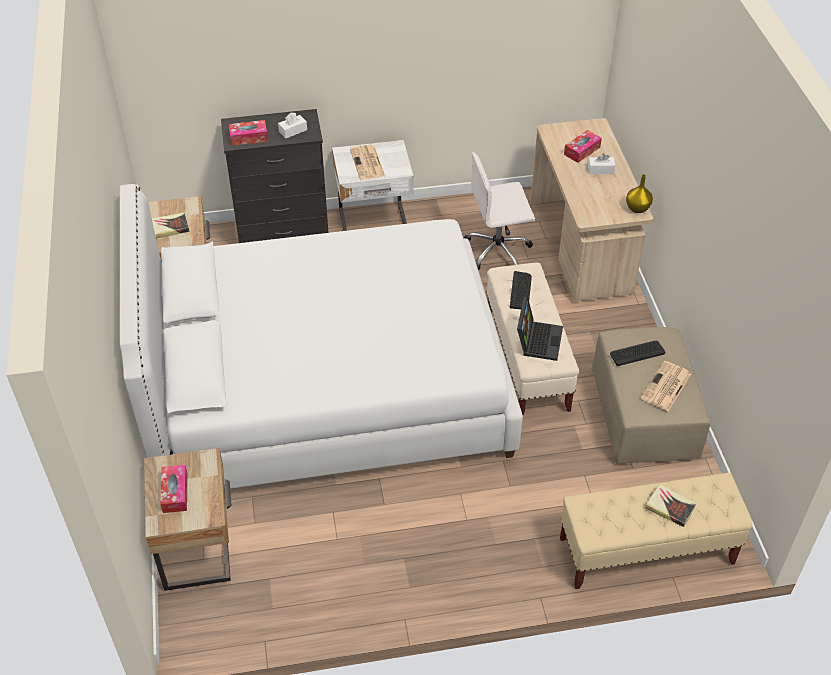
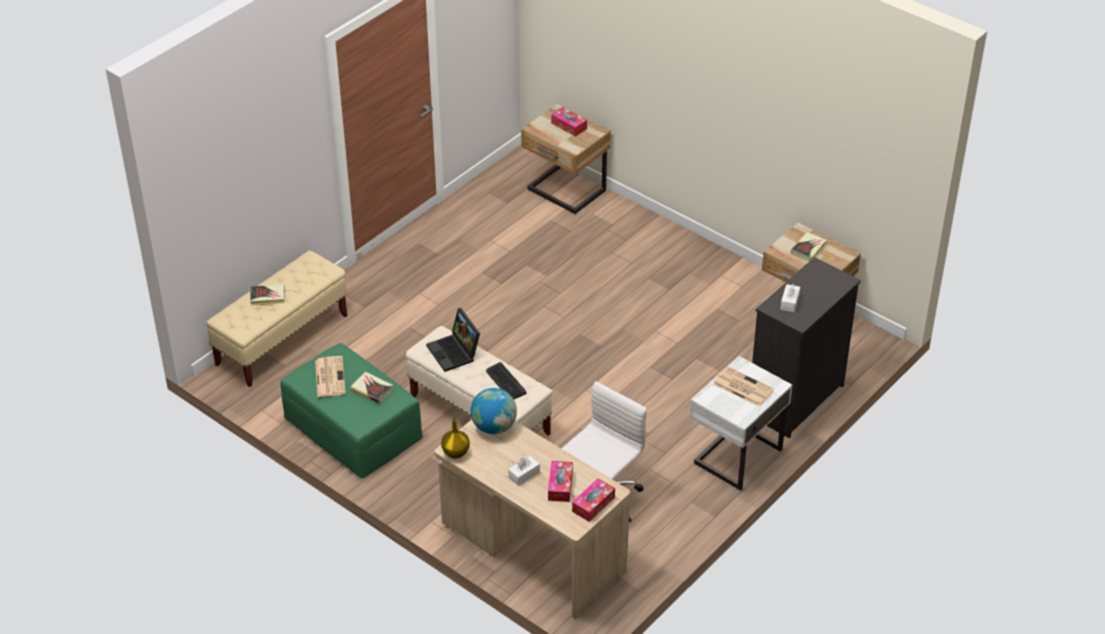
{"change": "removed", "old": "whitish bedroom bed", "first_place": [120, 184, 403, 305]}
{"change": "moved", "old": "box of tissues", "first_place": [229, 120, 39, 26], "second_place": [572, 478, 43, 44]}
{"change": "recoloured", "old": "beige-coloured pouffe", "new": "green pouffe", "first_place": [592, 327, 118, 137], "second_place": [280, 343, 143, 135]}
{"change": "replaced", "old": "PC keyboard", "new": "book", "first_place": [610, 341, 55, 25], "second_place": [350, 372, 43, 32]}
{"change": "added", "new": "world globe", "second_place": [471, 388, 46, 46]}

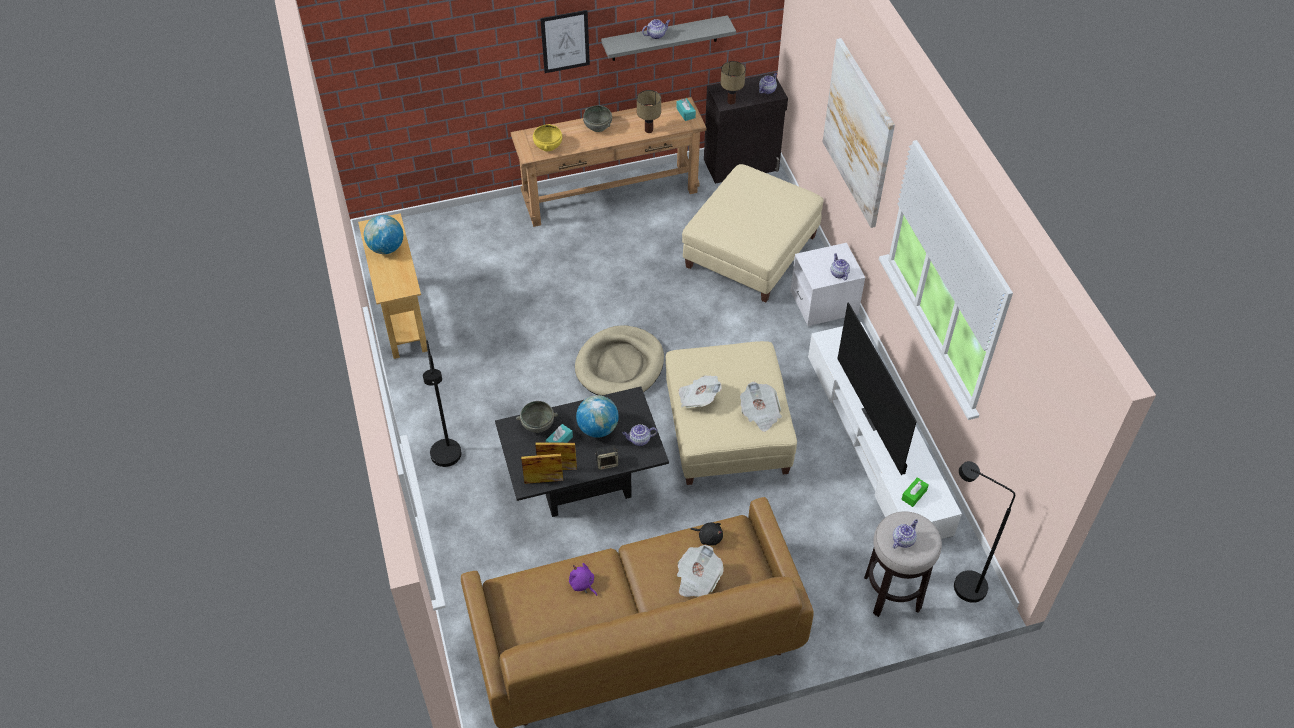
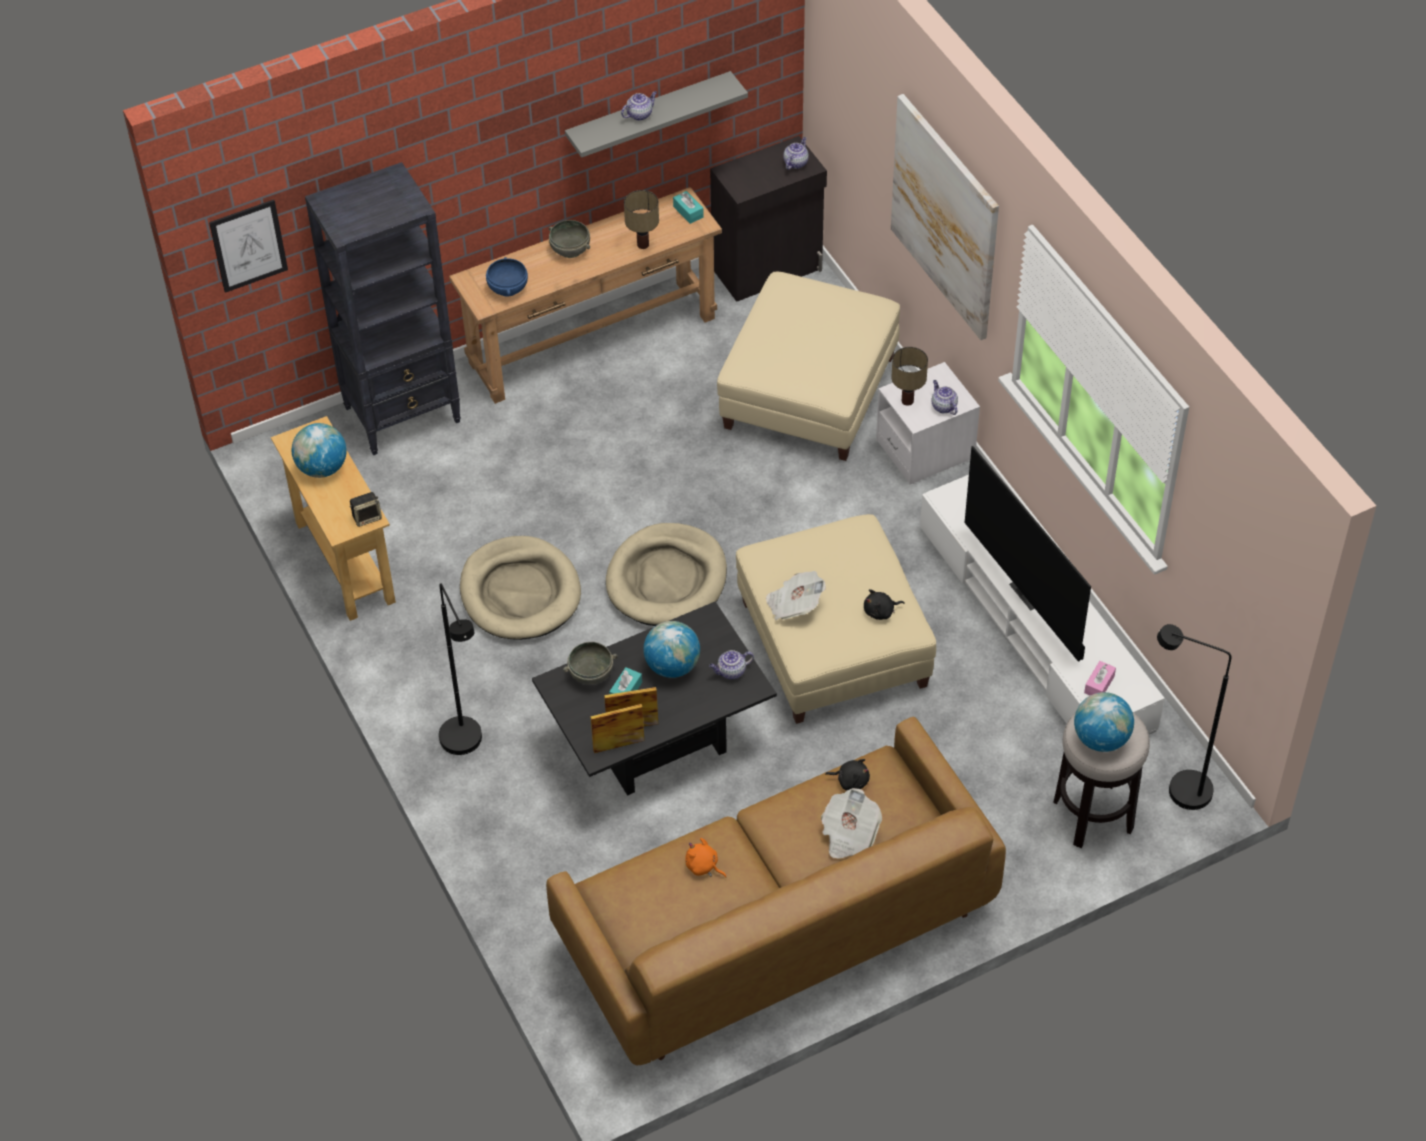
{"change": "recoloured", "old": "yellow-coloured deep dish", "new": "bluish deep dish", "first_place": [533, 124, 29, 27], "second_place": [486, 257, 42, 40]}
{"change": "moved", "old": "wall art", "first_place": [540, 10, 50, 63], "second_place": [209, 200, 79, 93]}
{"change": "recoloured", "old": "purple-coloured plush toy", "new": "orange-coloured plush toy", "first_place": [569, 563, 28, 33], "second_place": [685, 838, 41, 40]}
{"change": "moved", "old": "speaker", "first_place": [595, 445, 23, 25], "second_place": [350, 492, 32, 35]}
{"change": "moved", "old": "tabletop lamp", "first_place": [721, 61, 25, 43], "second_place": [891, 347, 37, 59]}
{"change": "replaced", "old": "daily paper", "new": "blackish plush toy", "first_place": [740, 382, 42, 50], "second_place": [864, 589, 41, 31]}
{"change": "replaced", "old": "teapot", "new": "world globe", "first_place": [893, 519, 25, 30], "second_place": [1074, 692, 60, 60]}
{"change": "recoloured", "old": "green box of tissues", "new": "pinkish box of tissues", "first_place": [901, 477, 28, 30], "second_place": [1084, 661, 32, 34]}
{"change": "added", "new": "blackish shelving unit", "second_place": [305, 162, 156, 293]}
{"change": "added", "new": "beige-coloured pet bed", "second_place": [460, 536, 121, 104]}

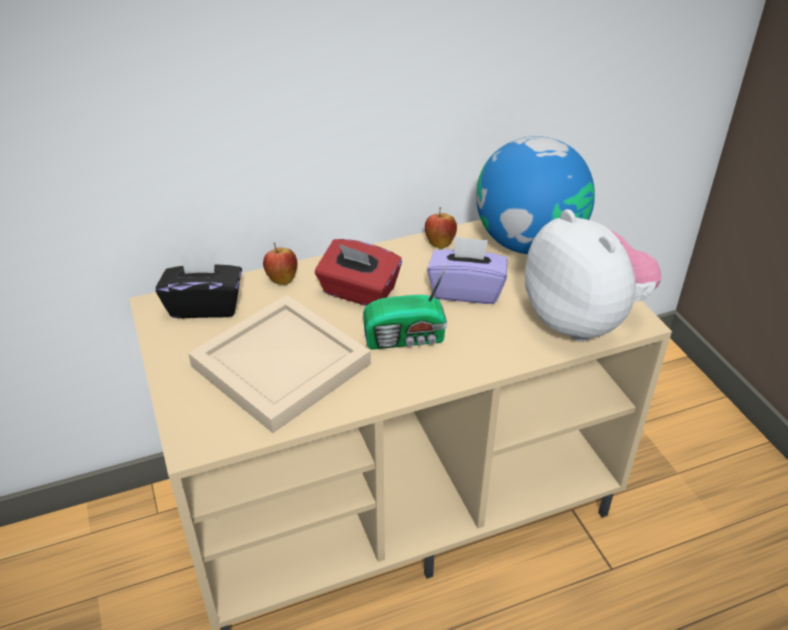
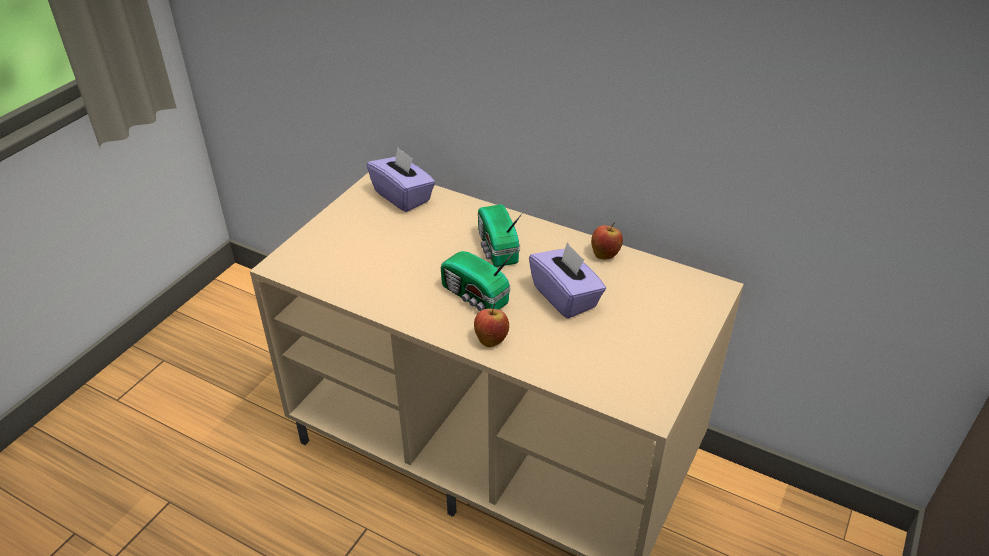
{"change": "recoloured", "old": "blackish box of tissues", "new": "purple-coloured box of tissues", "first_place": [155, 252, 87, 66], "second_place": [367, 148, 69, 64]}
{"change": "removed", "old": "beige-coloured serving tray", "first_place": [188, 295, 183, 138]}
{"change": "moved", "old": "apple", "first_place": [263, 243, 35, 42], "second_place": [474, 304, 35, 43]}
{"change": "replaced", "old": "red-coloured box of tissues", "new": "radio set", "first_place": [315, 239, 87, 67], "second_place": [478, 204, 44, 63]}
{"change": "removed", "old": "world globe", "first_place": [476, 136, 119, 118]}
{"change": "removed", "old": "plush toy", "first_place": [525, 209, 136, 133]}

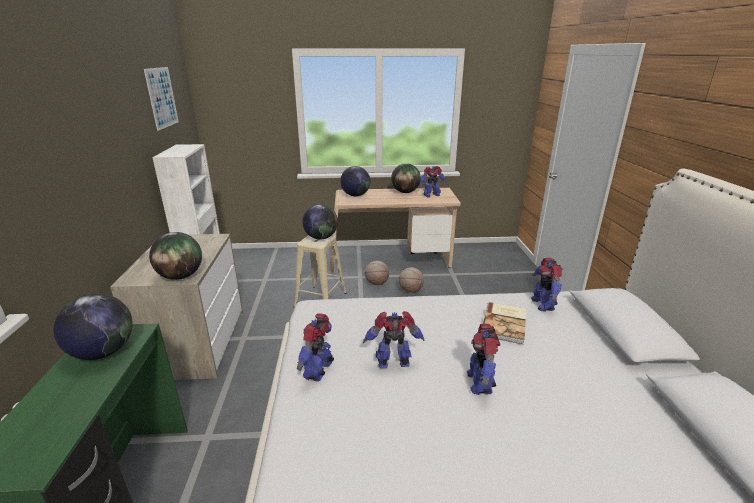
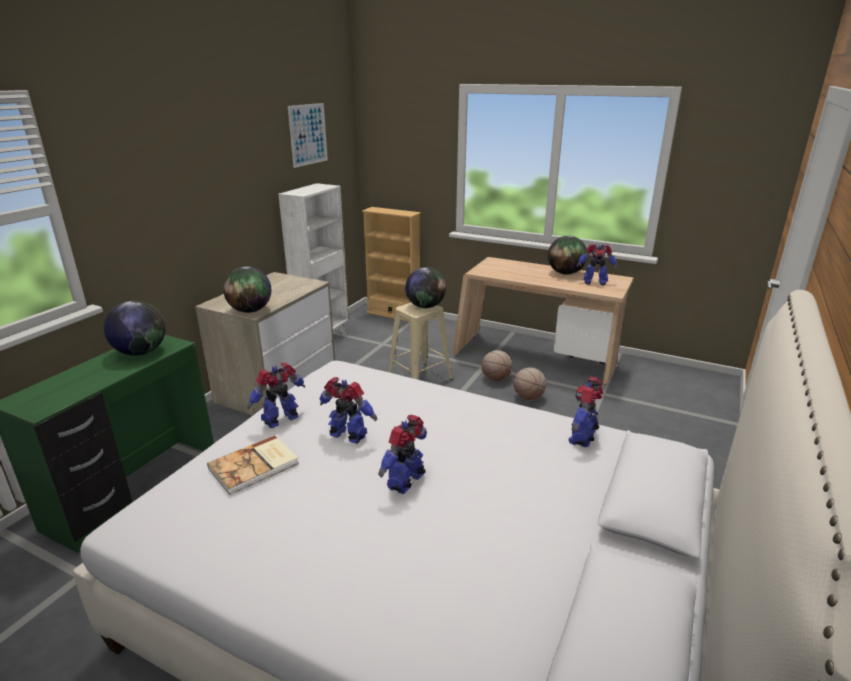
{"change": "removed", "old": "world globe", "first_place": [340, 166, 30, 30]}
{"change": "moved", "old": "book", "first_place": [483, 302, 43, 43], "second_place": [207, 435, 92, 60]}
{"change": "added", "new": "beige-coloured shelving unit", "second_place": [362, 207, 59, 115]}

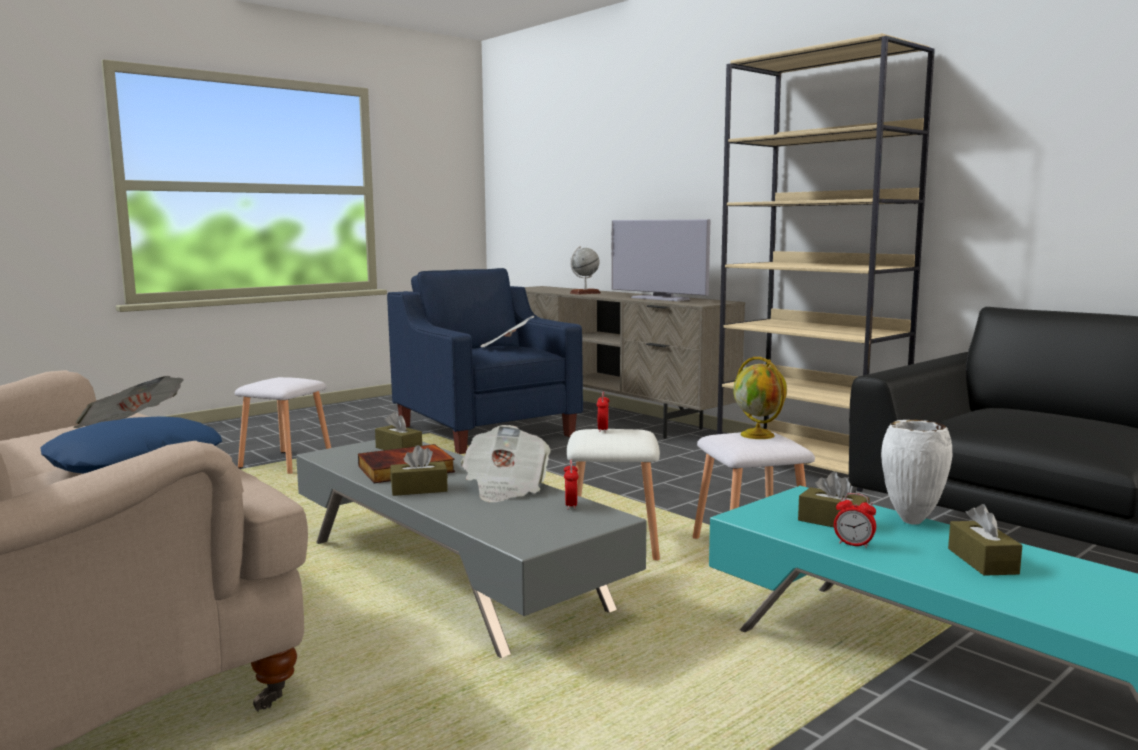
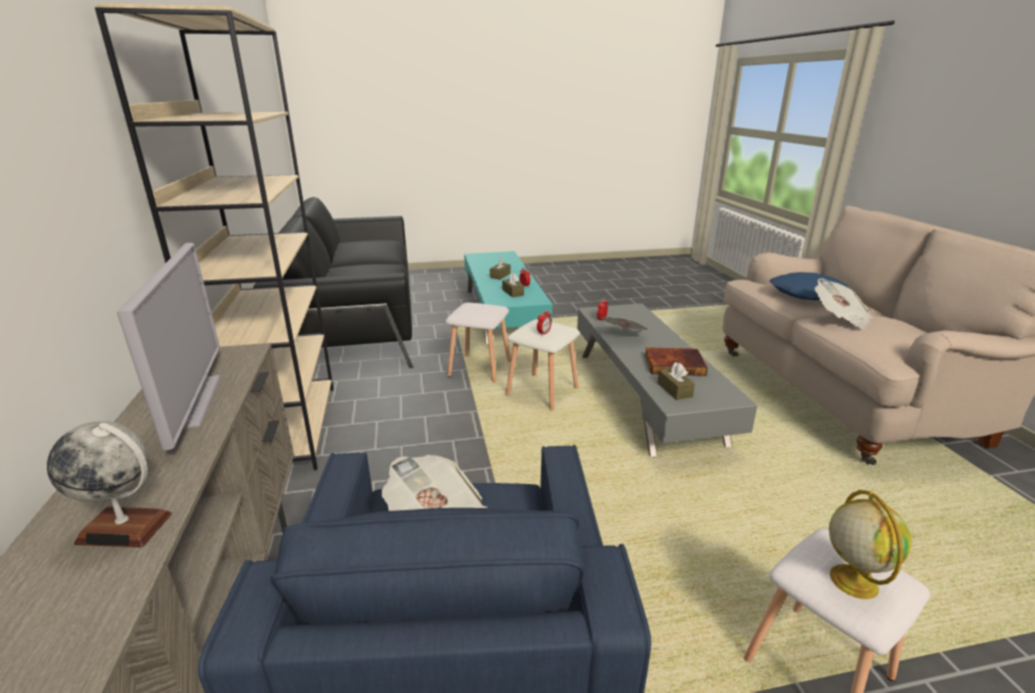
{"change": "removed", "old": "brown-coloured box of tissues", "first_place": [390, 445, 58, 51]}
{"change": "moved", "old": "world globe", "first_place": [733, 357, 54, 82], "second_place": [829, 490, 82, 109]}
{"change": "removed", "old": "whitish decorative vase", "first_place": [881, 420, 71, 105]}

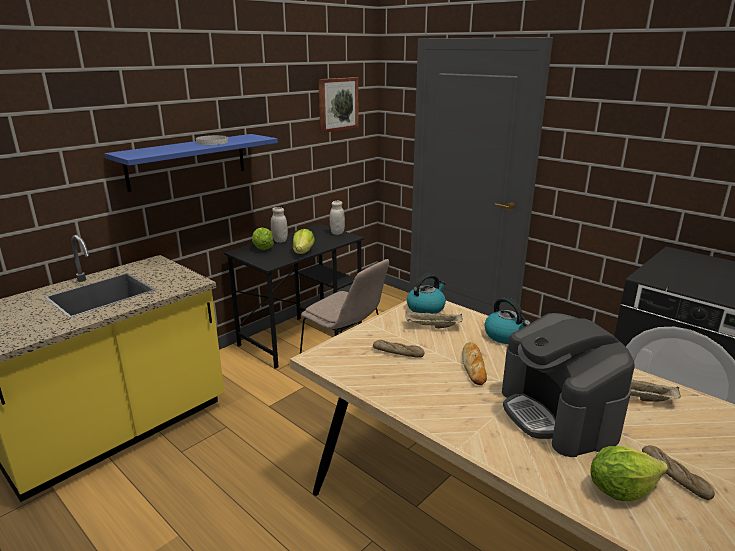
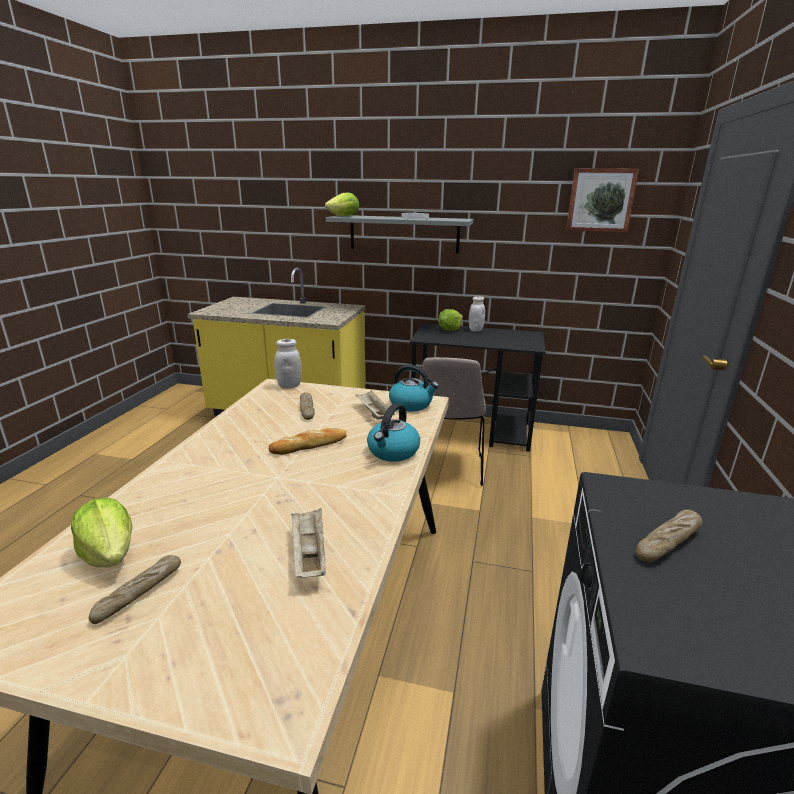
{"change": "recoloured", "old": "bluish wall shelf", "new": "gray wall shelf", "first_place": [105, 134, 173, 58], "second_place": [326, 215, 147, 38]}
{"change": "moved", "old": "lettuce", "first_place": [293, 229, 22, 25], "second_place": [325, 192, 34, 24]}
{"change": "moved", "old": "whitish storage jar", "first_place": [330, 201, 15, 34], "second_place": [275, 339, 27, 50]}
{"change": "removed", "old": "coffee brewer", "first_place": [502, 313, 133, 144]}
{"change": "added", "new": "baked bread", "second_place": [636, 510, 67, 52]}

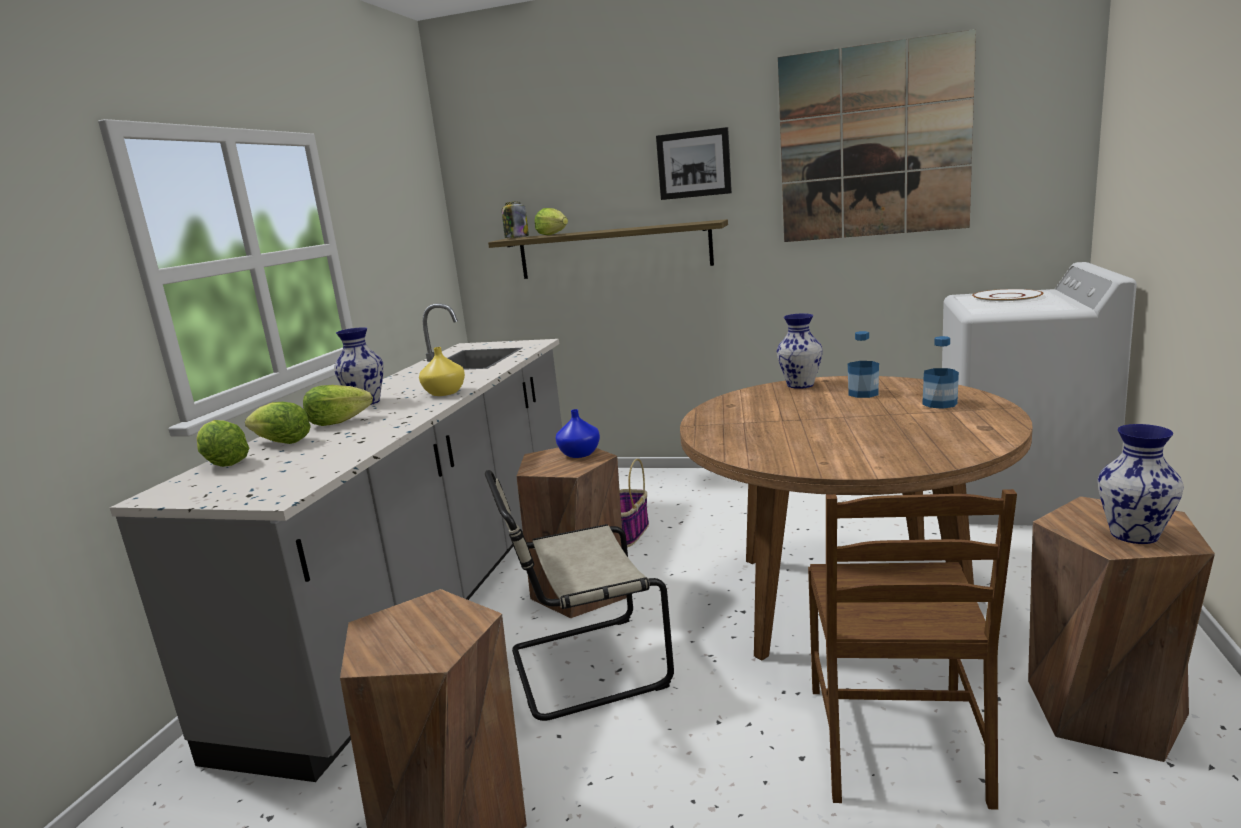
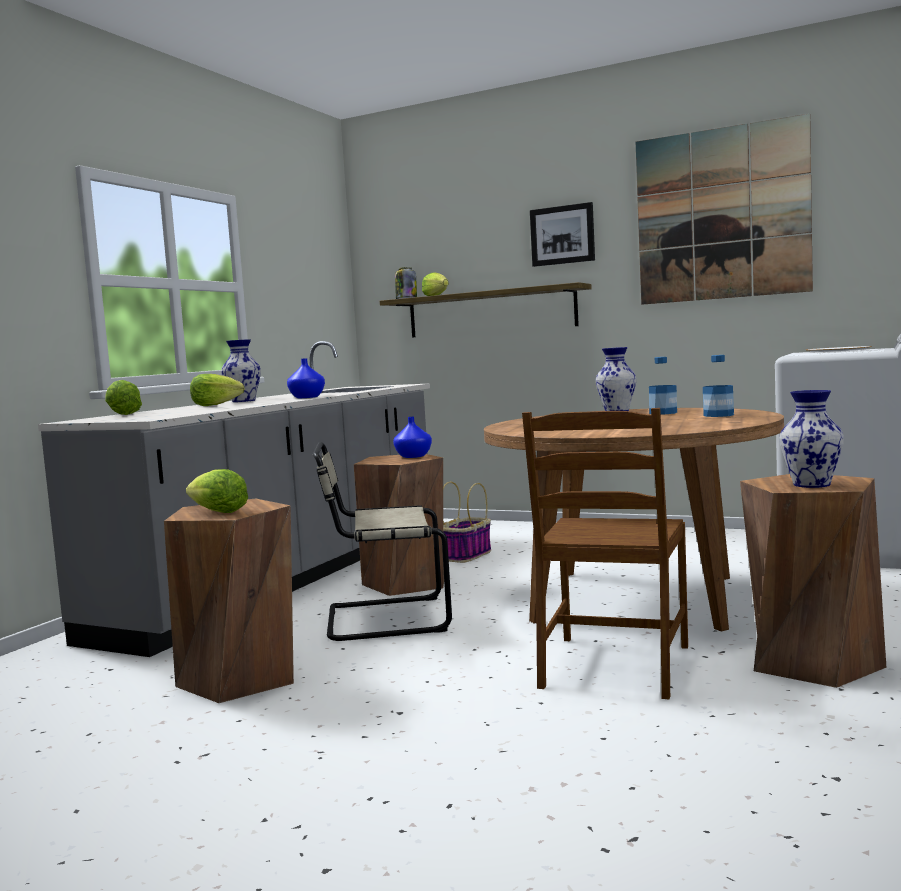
{"change": "moved", "old": "lettuce", "first_place": [245, 402, 66, 42], "second_place": [186, 469, 62, 44]}
{"change": "recoloured", "old": "yellow-coloured decorative vase", "new": "bluish decorative vase", "first_place": [419, 347, 46, 49], "second_place": [287, 358, 38, 40]}

